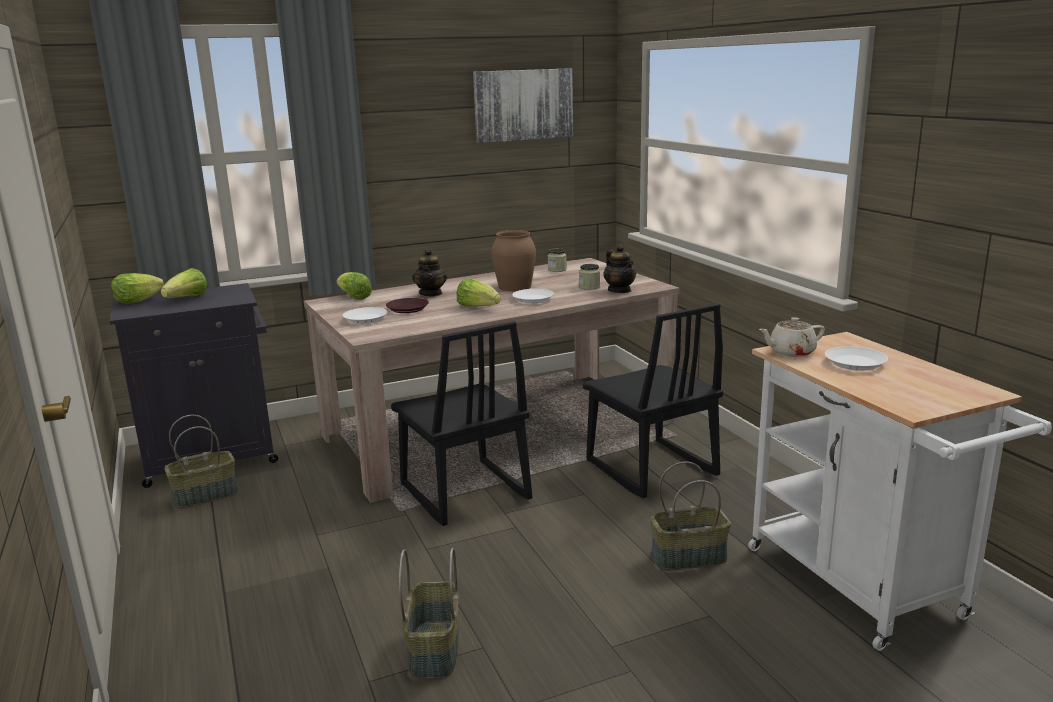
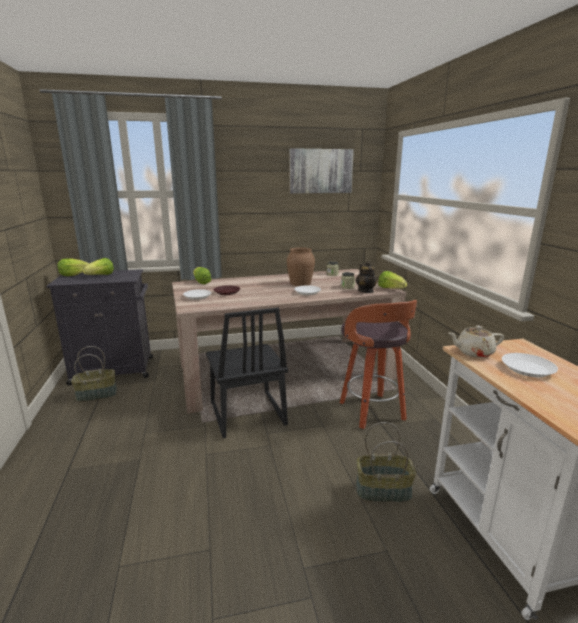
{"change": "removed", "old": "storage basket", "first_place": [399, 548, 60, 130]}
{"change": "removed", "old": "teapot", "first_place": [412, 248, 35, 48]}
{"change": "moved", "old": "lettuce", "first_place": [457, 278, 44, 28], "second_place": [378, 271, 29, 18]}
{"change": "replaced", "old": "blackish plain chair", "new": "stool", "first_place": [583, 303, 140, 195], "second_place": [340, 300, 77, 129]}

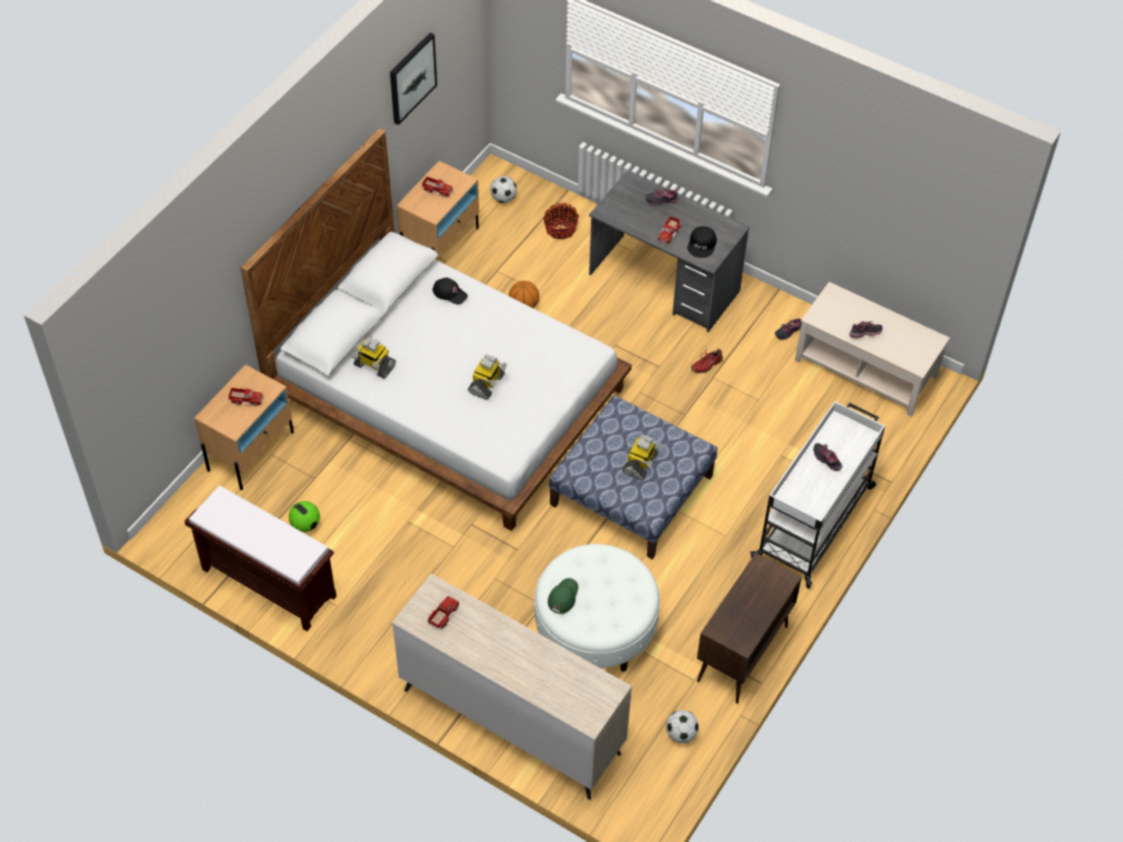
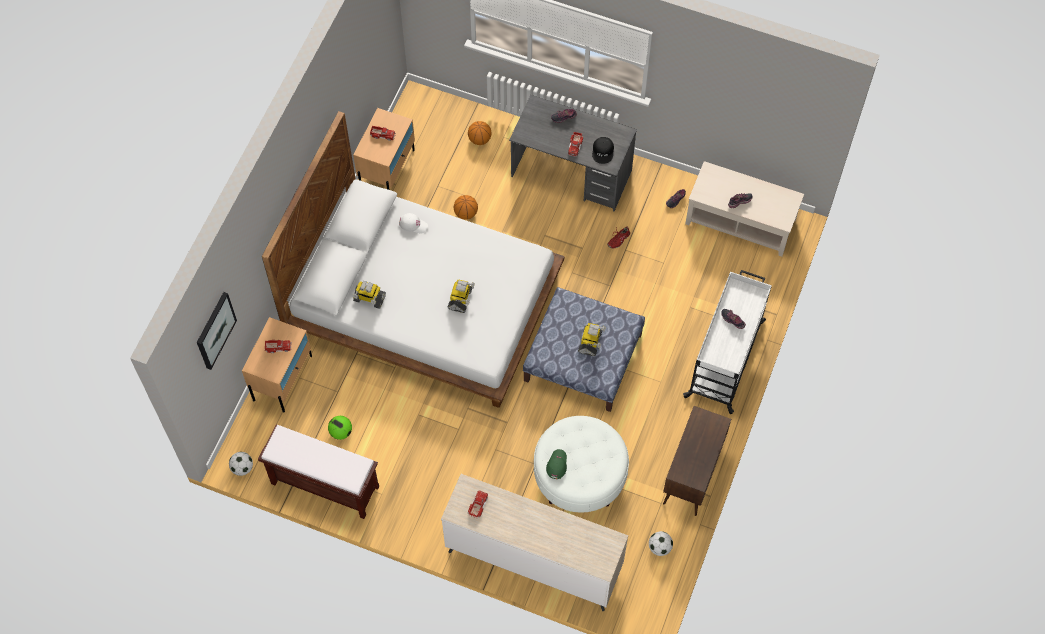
{"change": "moved", "old": "wall art", "first_place": [390, 33, 47, 92], "second_place": [197, 292, 40, 78]}
{"change": "recoloured", "old": "blackish cap", "new": "whitish cap", "first_place": [432, 278, 36, 27], "second_place": [399, 213, 29, 21]}
{"change": "moved", "old": "football ball", "first_place": [490, 176, 27, 27], "second_place": [229, 452, 24, 24]}
{"change": "replaced", "old": "storage basket", "new": "basketball", "first_place": [543, 203, 36, 37], "second_place": [468, 121, 23, 24]}

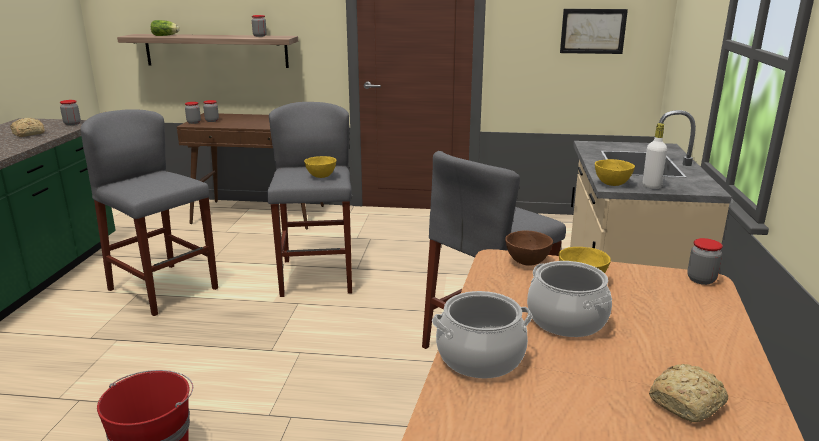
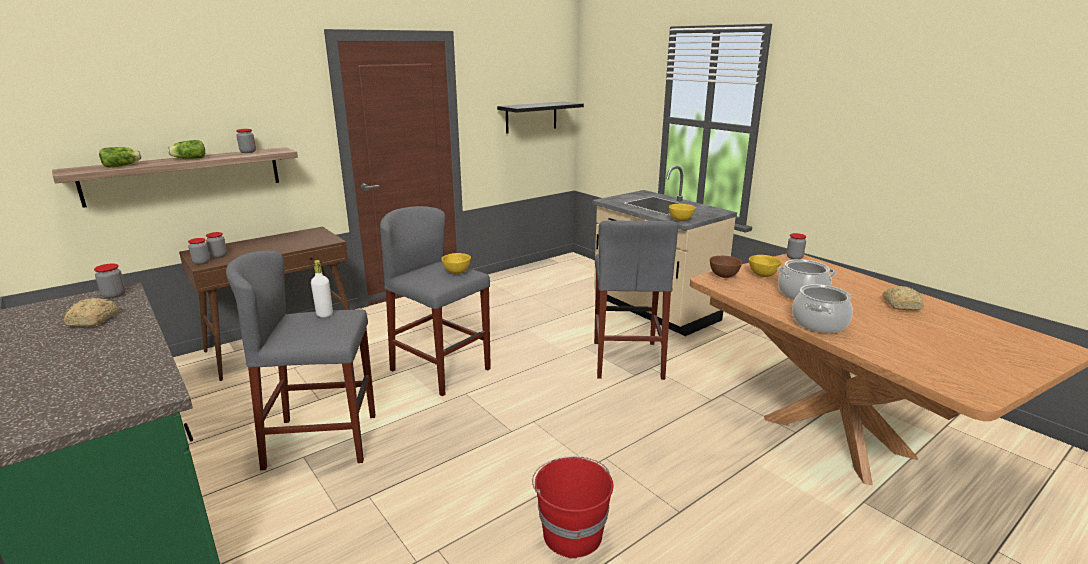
{"change": "replaced", "old": "wall art", "new": "blackish wall shelf", "first_place": [560, 9, 68, 45], "second_place": [497, 101, 87, 32]}
{"change": "moved", "old": "whitish beverage bottle", "first_place": [643, 123, 24, 66], "second_place": [311, 260, 22, 57]}
{"change": "added", "new": "lettuce", "second_place": [168, 140, 37, 19]}

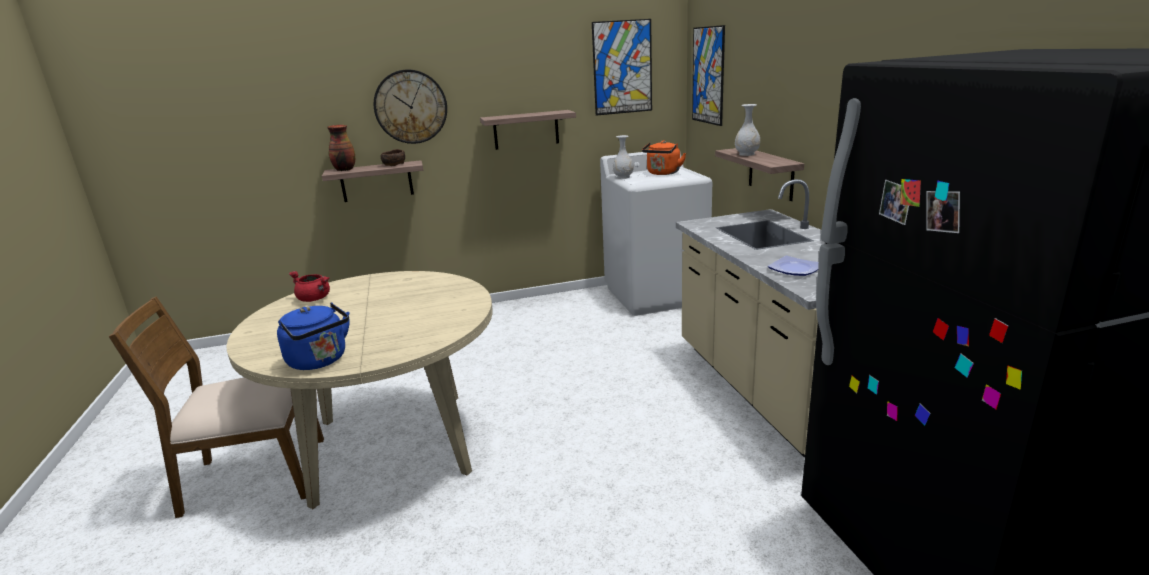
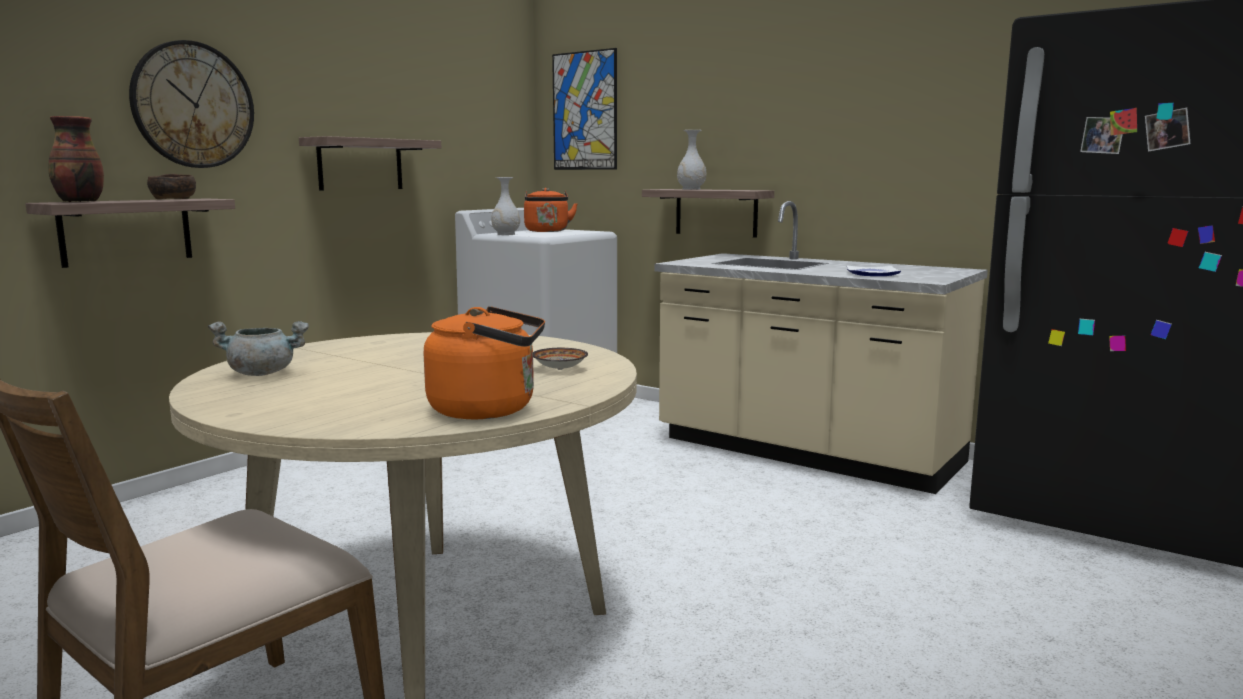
{"change": "recoloured", "old": "bluish kettle", "new": "orange-coloured kettle", "first_place": [277, 302, 73, 68], "second_place": [424, 306, 121, 113]}
{"change": "recoloured", "old": "red-coloured saucepot", "new": "gray saucepot", "first_place": [289, 271, 41, 31], "second_place": [208, 321, 101, 55]}
{"change": "removed", "old": "wall art", "first_place": [592, 19, 60, 97]}
{"change": "added", "new": "deep dish", "second_place": [533, 348, 55, 22]}

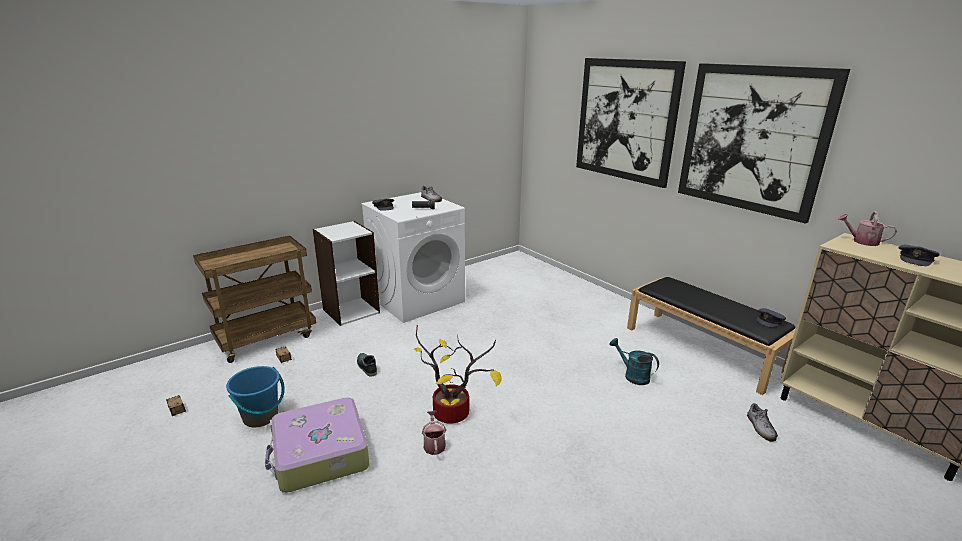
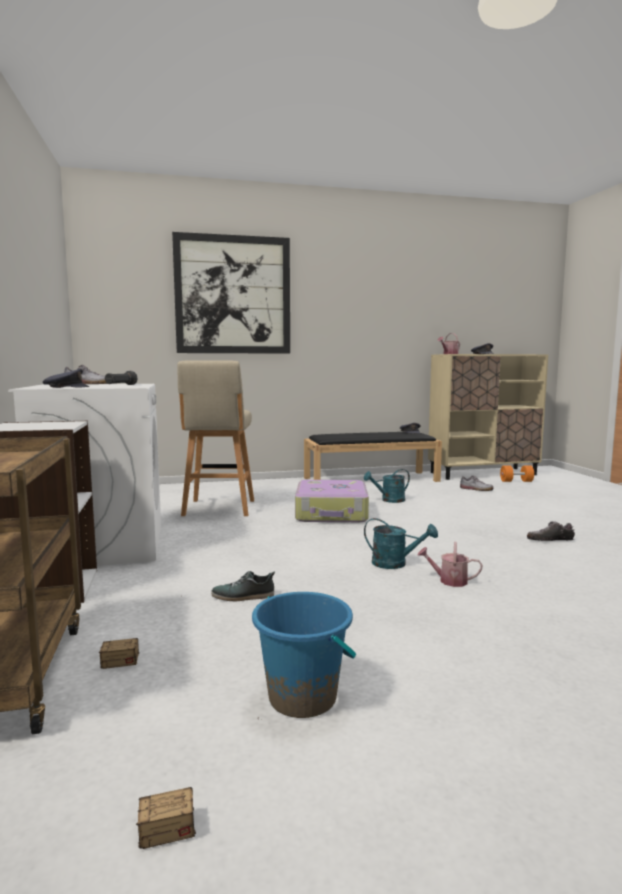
{"change": "moved", "old": "piece of luggage", "first_place": [265, 398, 104, 95], "second_place": [295, 480, 74, 42]}
{"change": "replaced", "old": "potted plant", "new": "blue-green sprinkling can", "first_place": [414, 325, 88, 99], "second_place": [364, 518, 74, 51]}
{"change": "removed", "old": "wall art", "first_place": [678, 63, 172, 161]}
{"change": "added", "new": "beige-coloured stool", "second_place": [177, 360, 77, 156]}
{"change": "added", "new": "orange-coloured hand weight", "second_place": [500, 465, 34, 17]}
{"change": "added", "new": "low shoe", "second_place": [527, 521, 48, 20]}

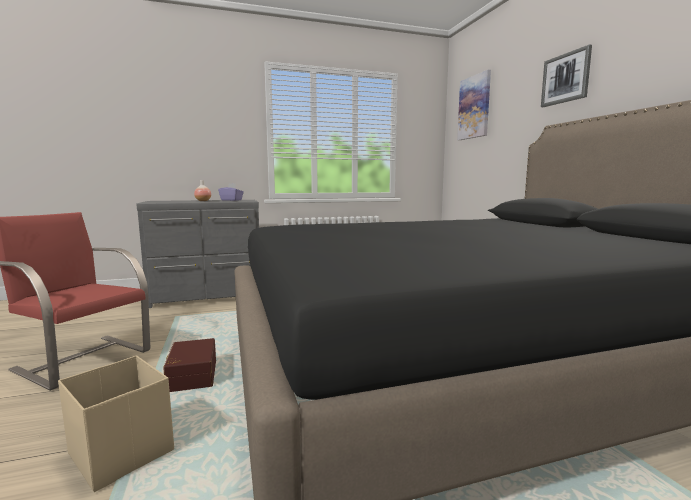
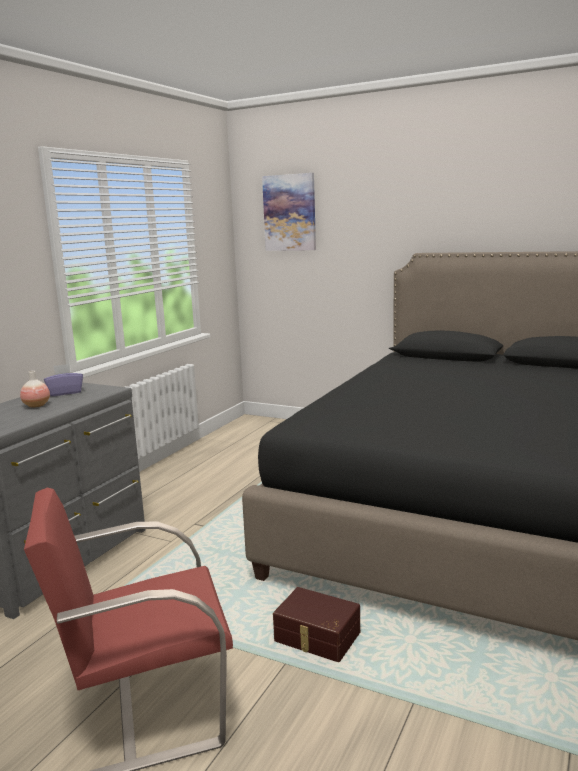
{"change": "removed", "old": "beige-coloured storage container", "first_place": [58, 356, 116, 136]}
{"change": "removed", "old": "wall art", "first_place": [541, 45, 51, 62]}

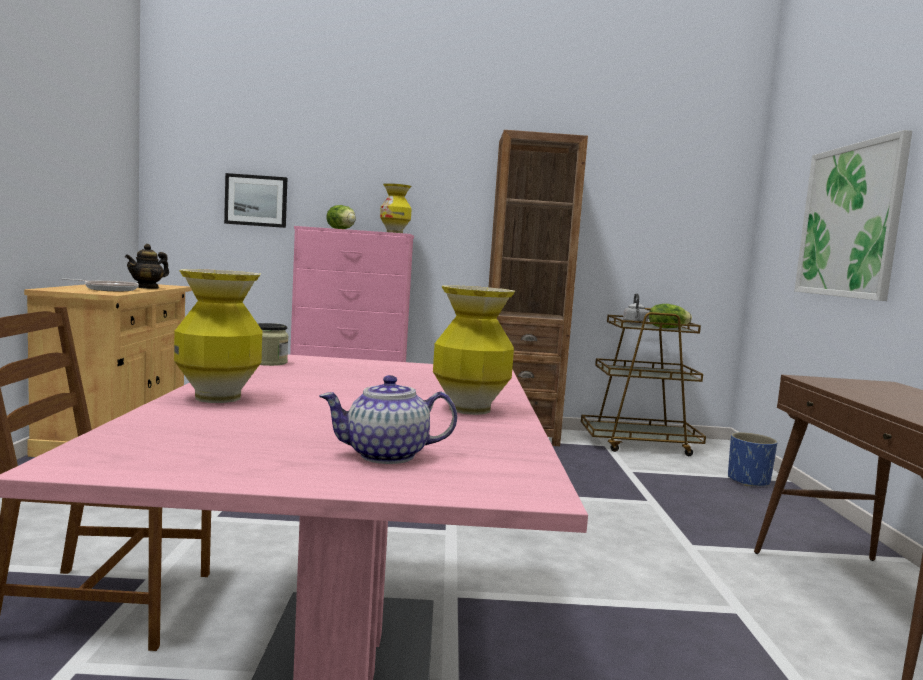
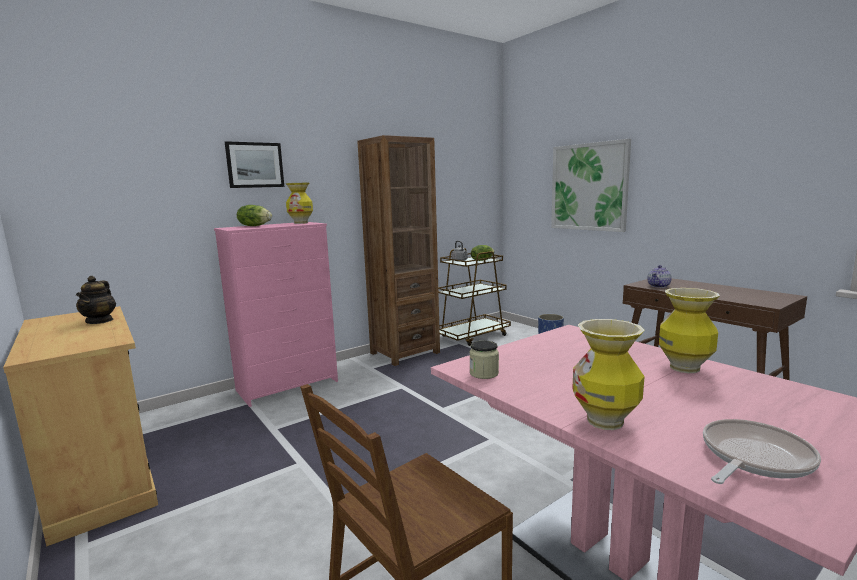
{"change": "moved", "old": "frying pan", "first_place": [61, 278, 78, 13], "second_place": [703, 419, 118, 65]}
{"change": "moved", "old": "wall art", "first_place": [224, 173, 63, 55], "second_place": [225, 141, 59, 47]}
{"change": "moved", "old": "teapot", "first_place": [319, 375, 138, 89], "second_place": [647, 265, 25, 23]}

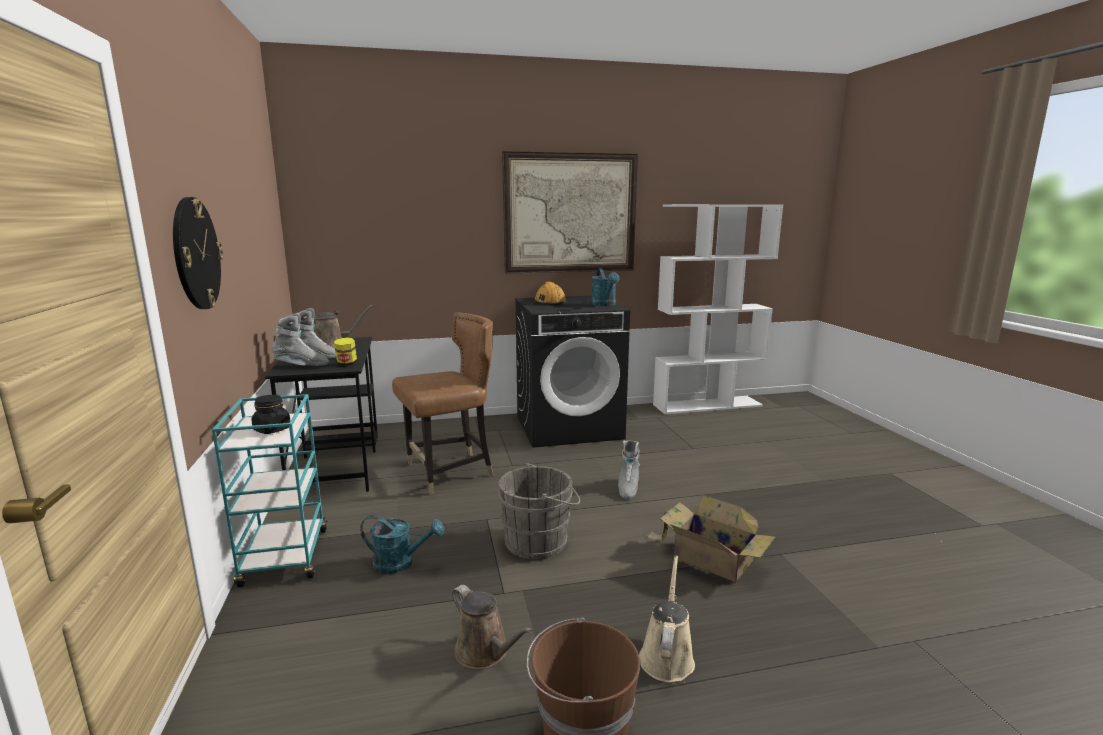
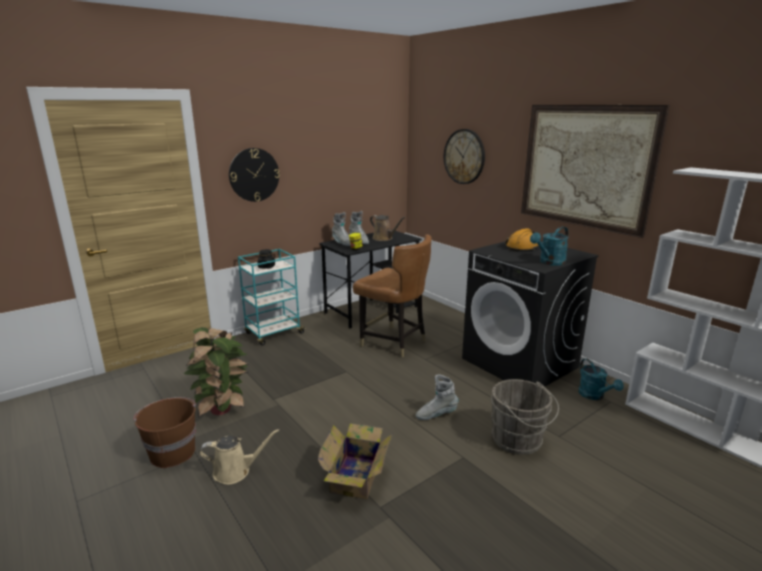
{"change": "moved", "old": "blue-green sprinkling can", "first_place": [360, 515, 84, 59], "second_place": [578, 358, 46, 42]}
{"change": "replaced", "old": "brown-coloured sprinkling can", "new": "potted plant", "first_place": [452, 585, 81, 85], "second_place": [183, 327, 66, 90]}
{"change": "moved", "old": "gray water bucket", "first_place": [498, 463, 82, 96], "second_place": [490, 379, 69, 76]}
{"change": "added", "new": "hanging clock", "second_place": [444, 129, 41, 55]}

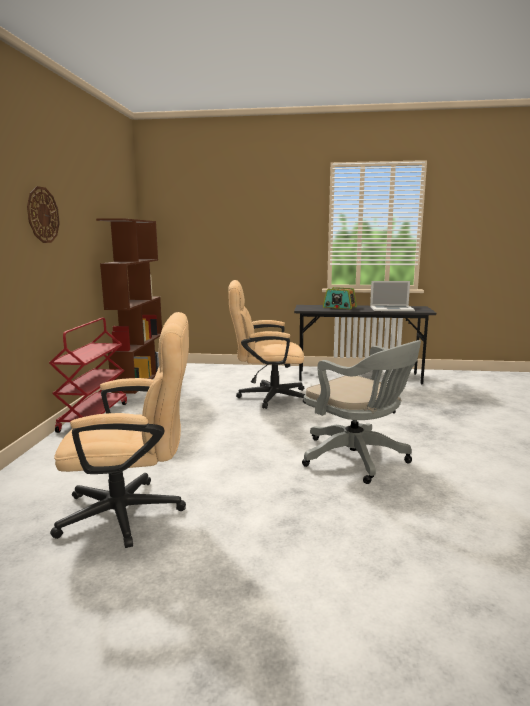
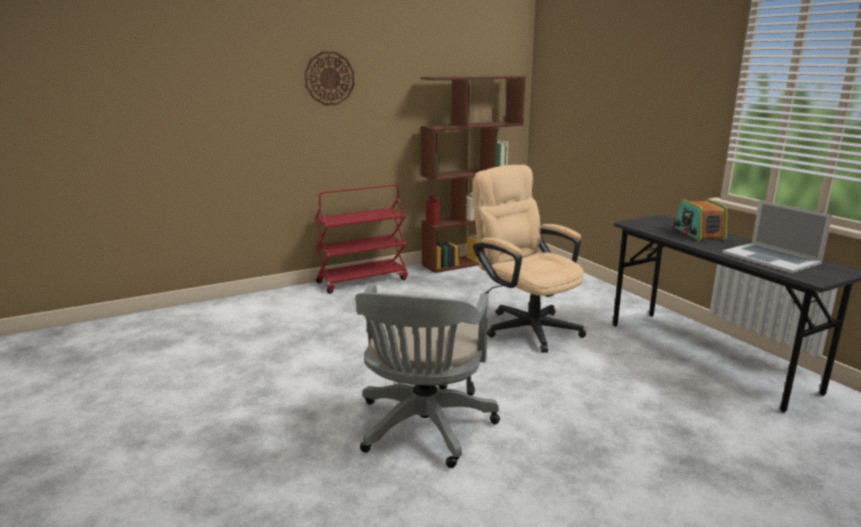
{"change": "removed", "old": "beige-coloured desk chair", "first_place": [50, 312, 139, 236]}

